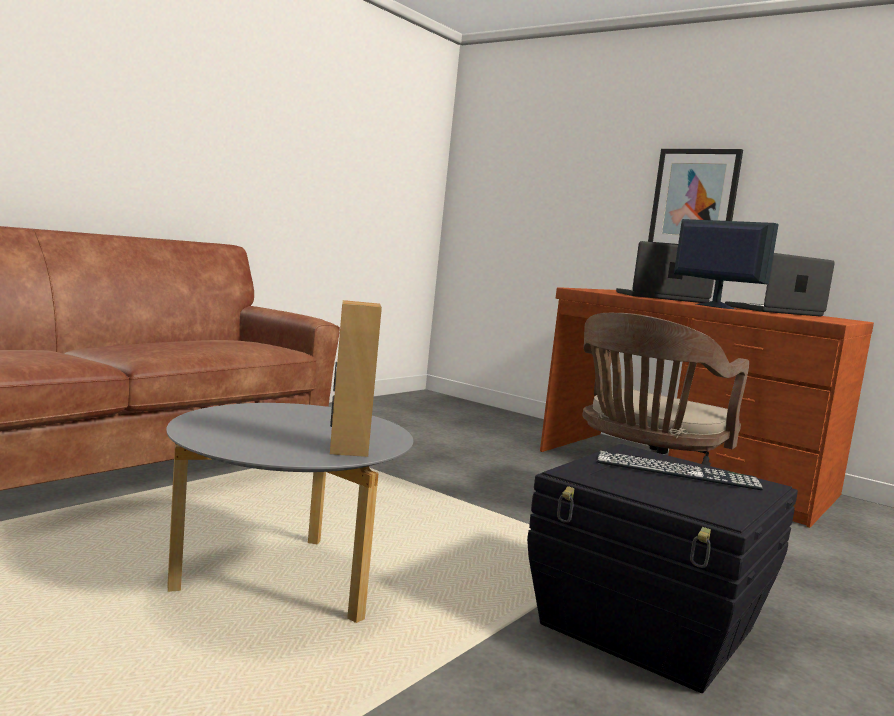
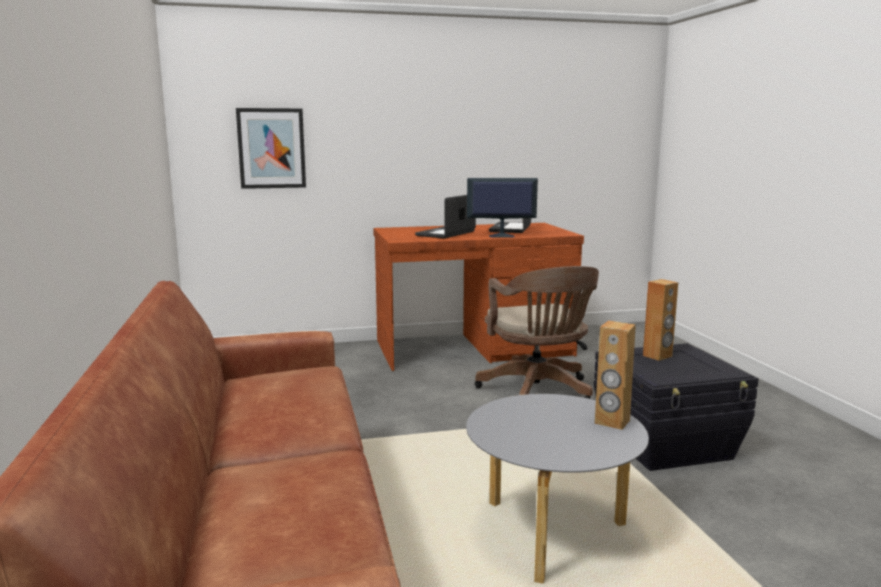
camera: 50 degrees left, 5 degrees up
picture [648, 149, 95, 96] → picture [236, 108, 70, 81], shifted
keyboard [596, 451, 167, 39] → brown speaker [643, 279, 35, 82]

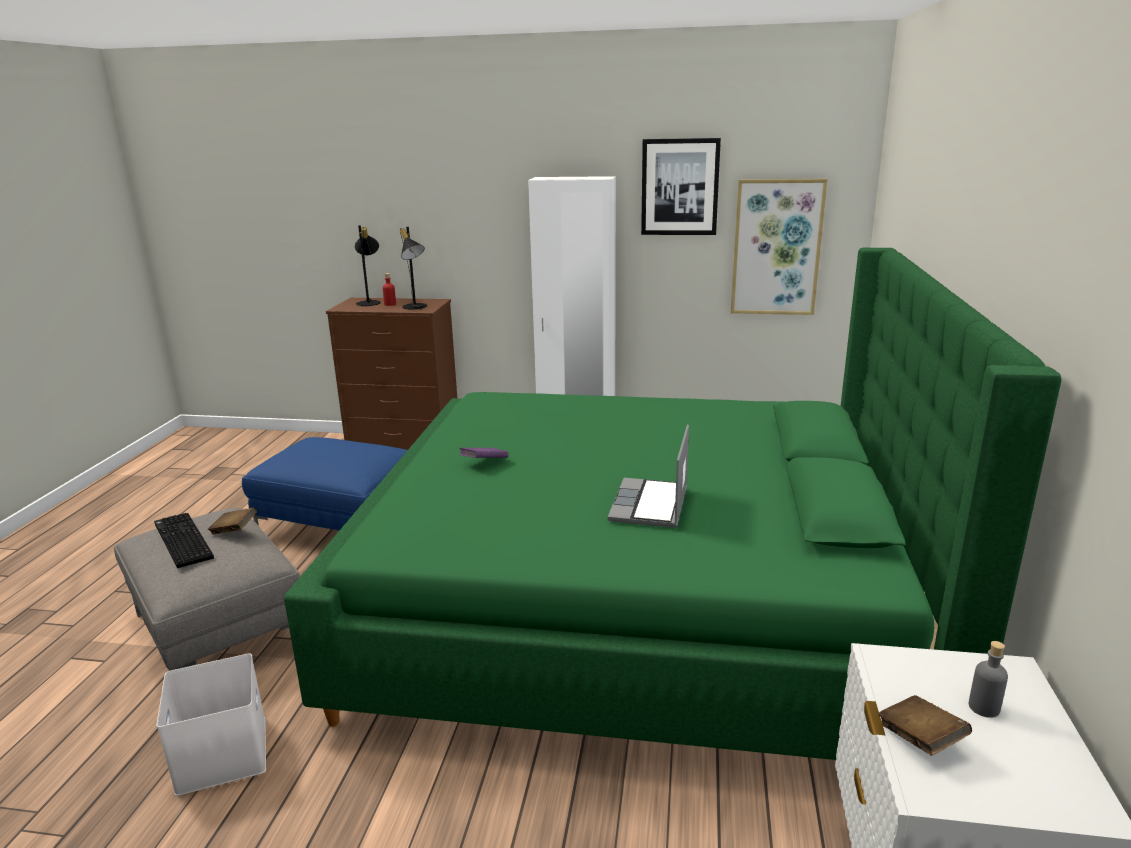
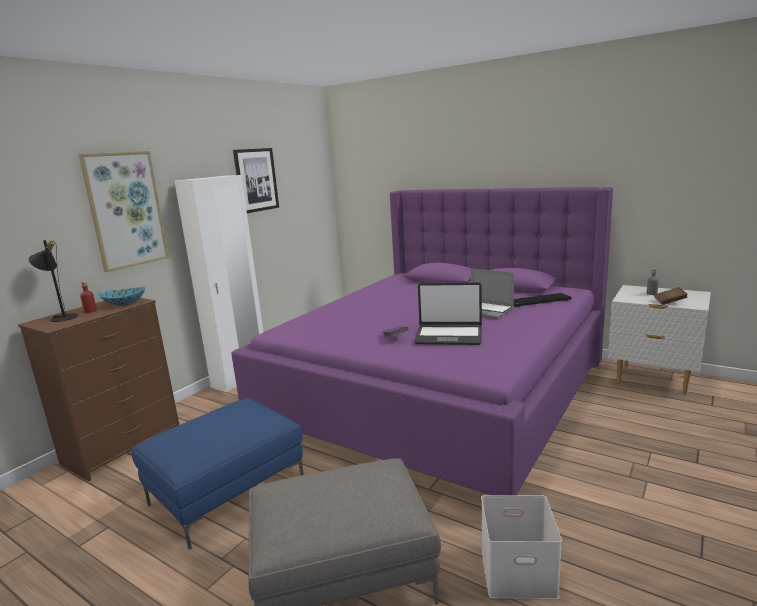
camera: 65 degrees left, 5 degrees down
brown book [208, 508, 49, 27] → -
- → laptop [414, 282, 68, 63]
keyboard [154, 513, 60, 55] → keyboard [514, 293, 58, 14], shifted
picture [731, 179, 97, 136] → picture [79, 151, 90, 121], shifted
black table lamp [400, 227, 27, 83] → bowl [98, 286, 48, 20]
green bed [284, 248, 778, 512] → purple bed [231, 187, 382, 308]

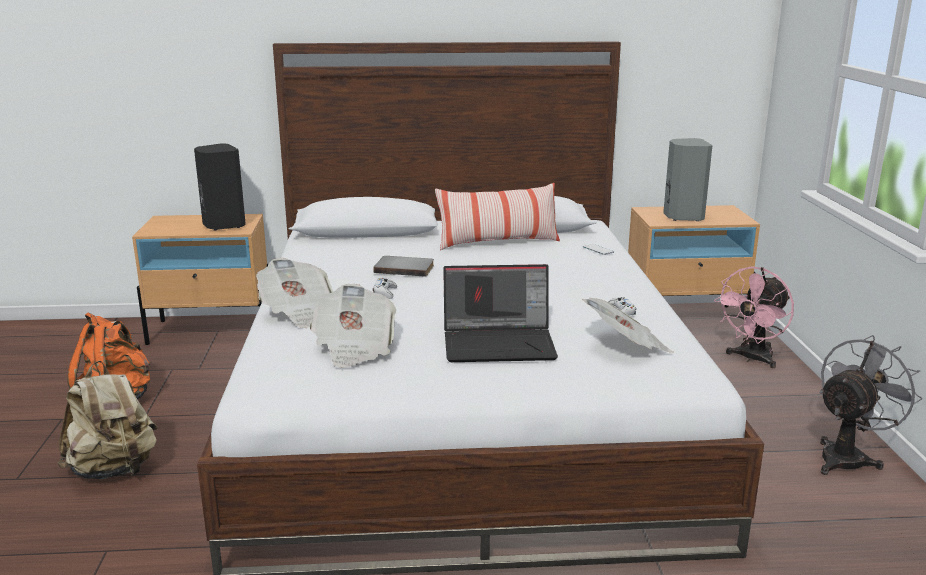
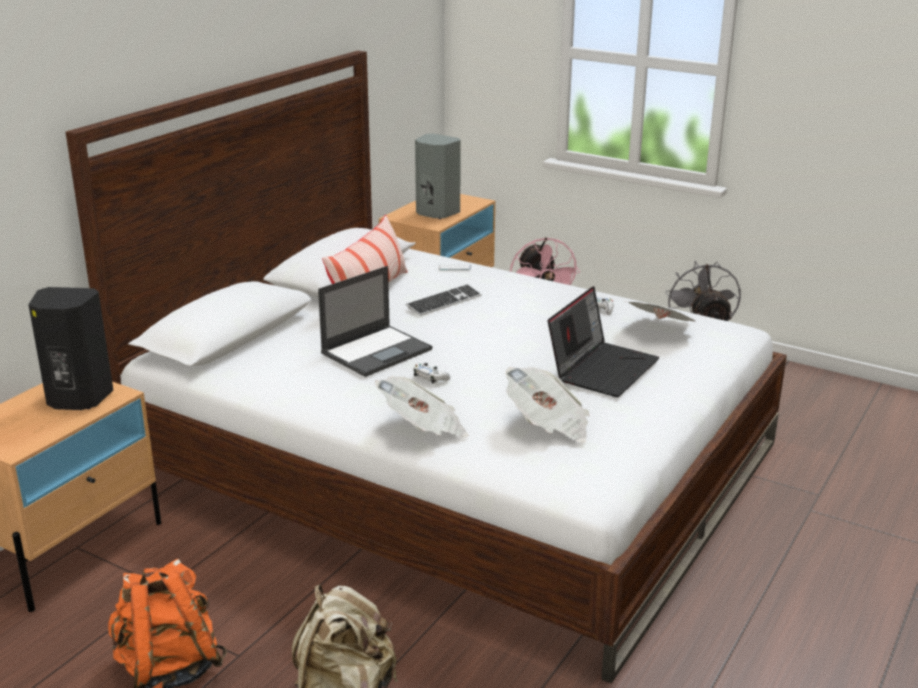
camera: 55 degrees left, 5 degrees up
- → keyboard [406, 284, 76, 32]
grey book [373, 256, 61, 21] → laptop [318, 266, 114, 111]

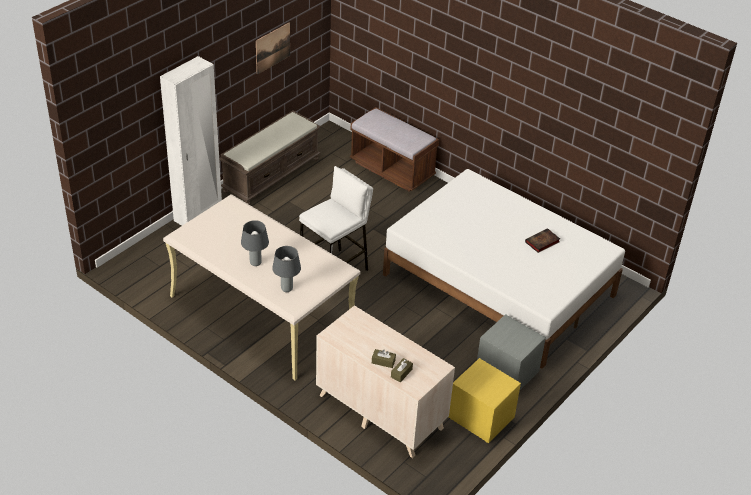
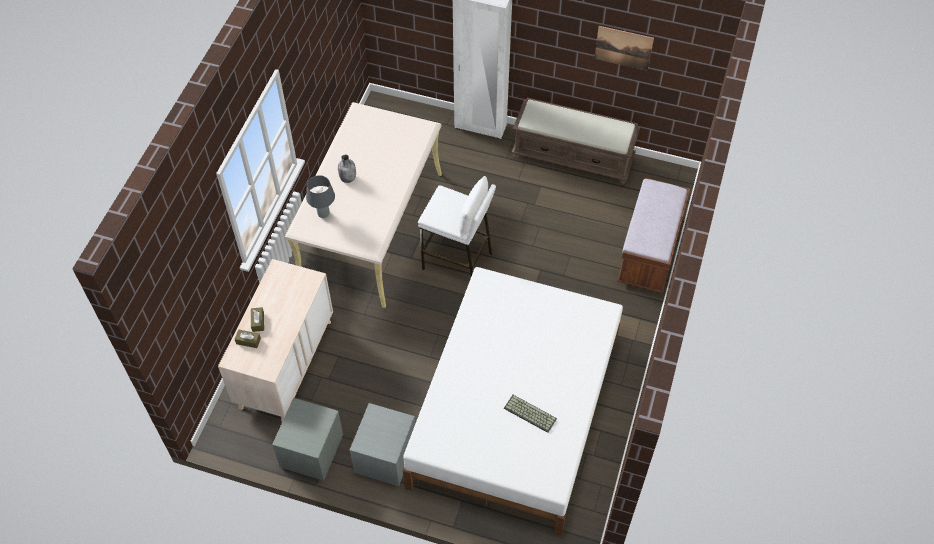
camera: 70 degrees right, 15 degrees up
grey table lamp [241, 220, 28, 46] → grey bottle [338, 155, 18, 28]
book [525, 228, 35, 25] → keyboard [504, 395, 53, 38]
yellow nightstand [449, 358, 72, 85] → grey nightstand [272, 398, 71, 83]

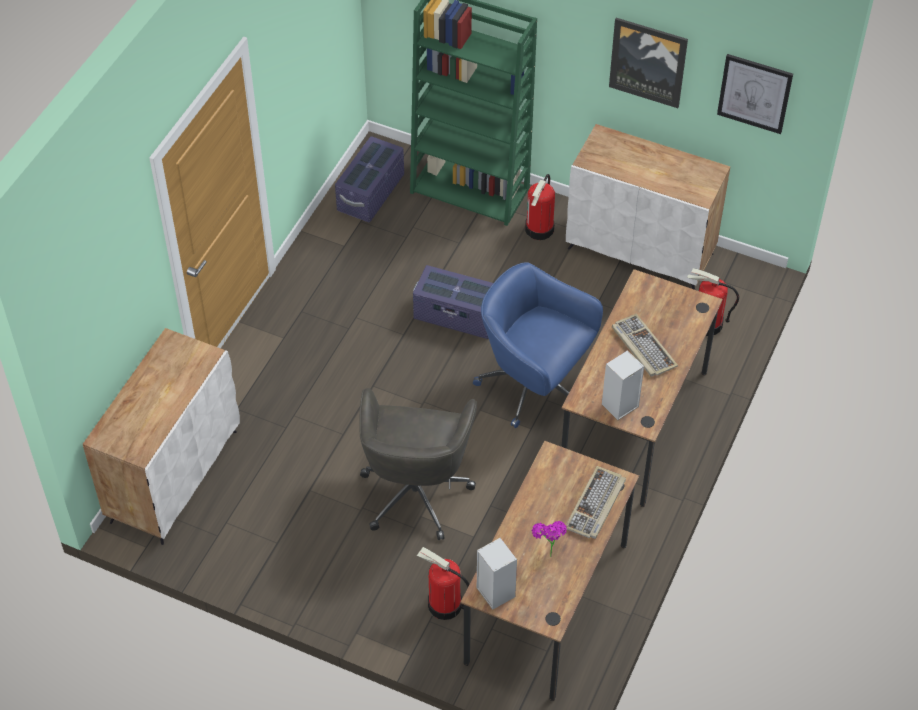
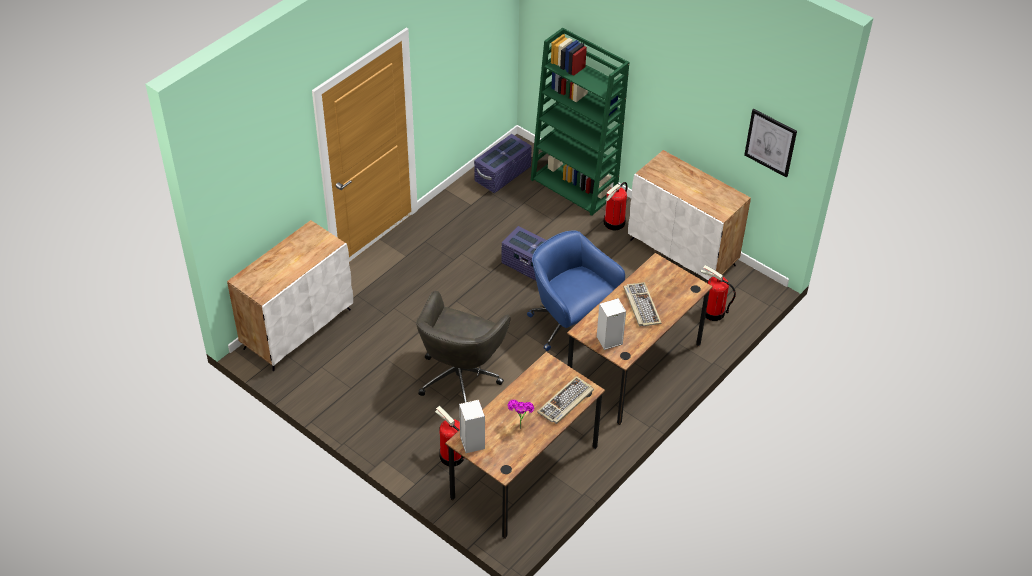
camera: 15 degrees right, 5 degrees down
picture [609, 18, 79, 90] → -

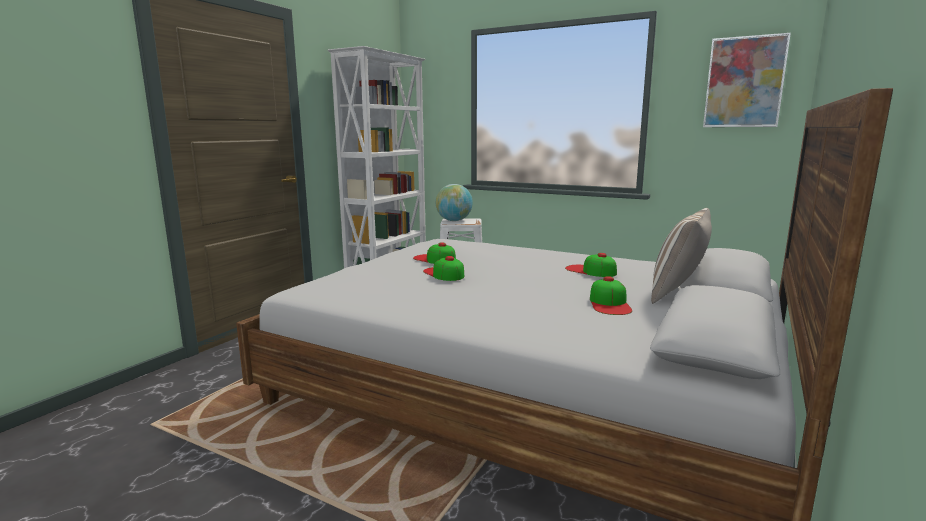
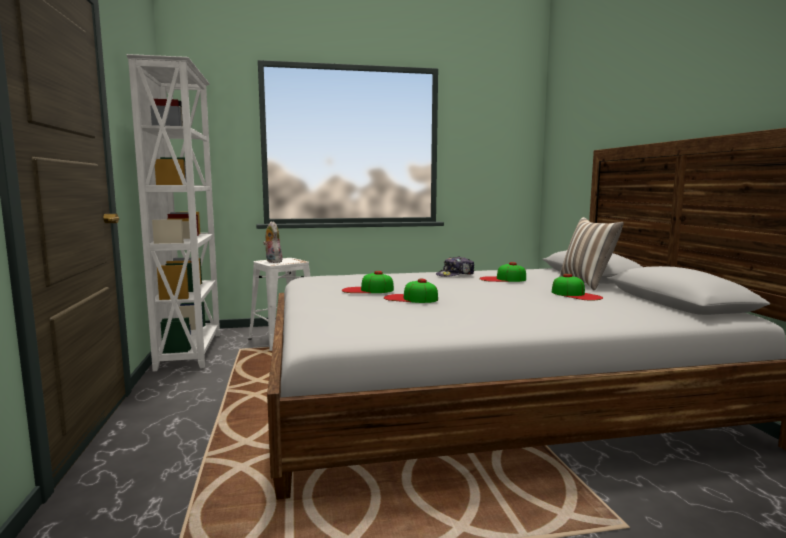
camera: 40 degrees left, 5 degrees down
picture [703, 33, 88, 94] → -
- → cap [436, 256, 38, 21]
globe [436, 184, 37, 37] → plush toy [263, 221, 19, 42]

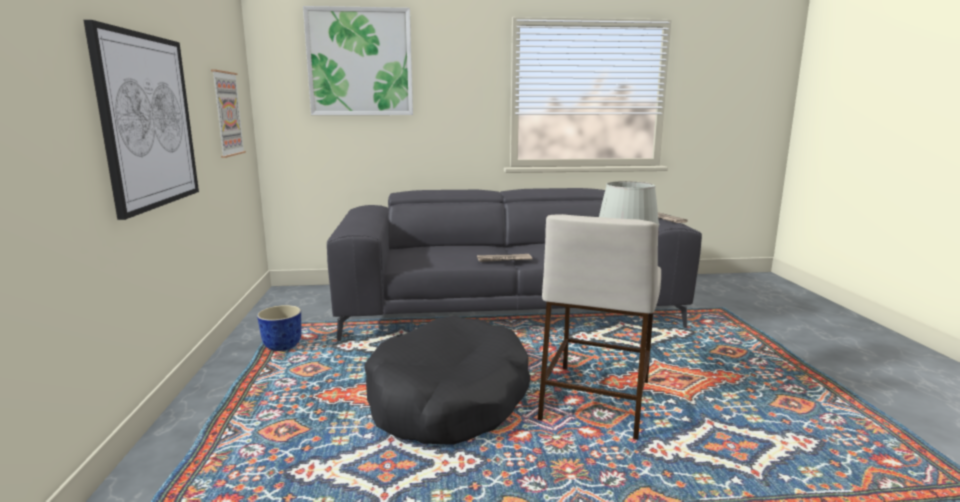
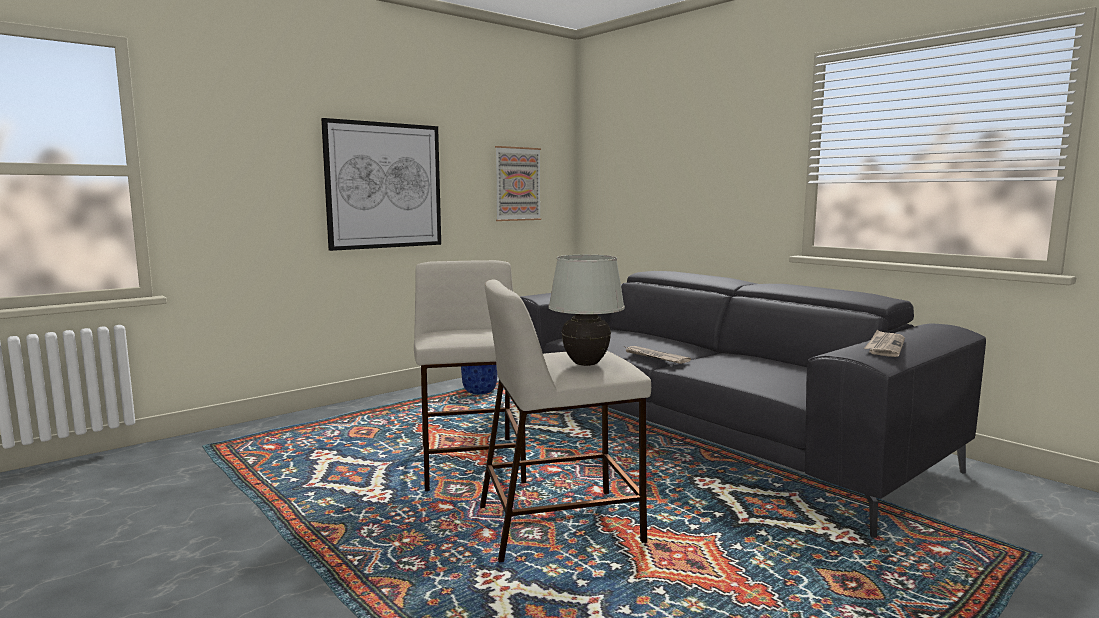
camera: 55 degrees right, 5 degrees down
picture [303, 6, 110, 109] → -
black dog bed [364, 316, 167, 129] → beige stool [414, 260, 112, 231]

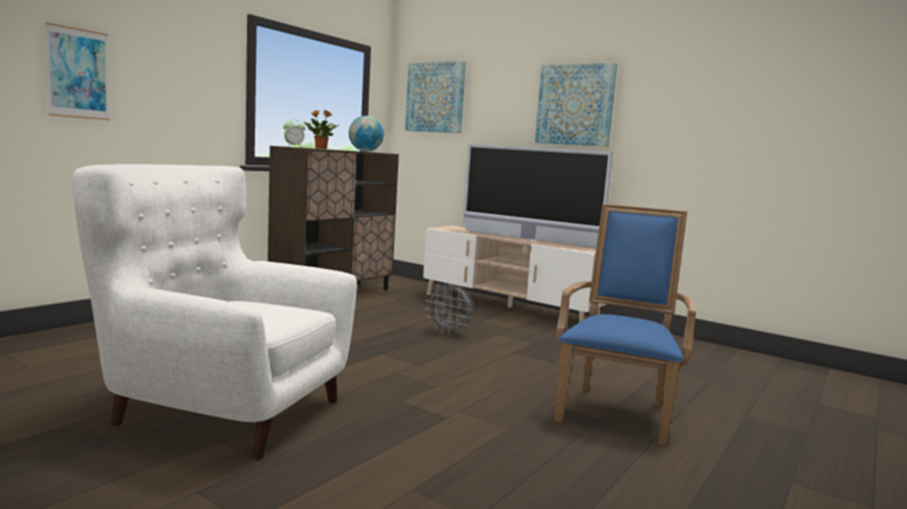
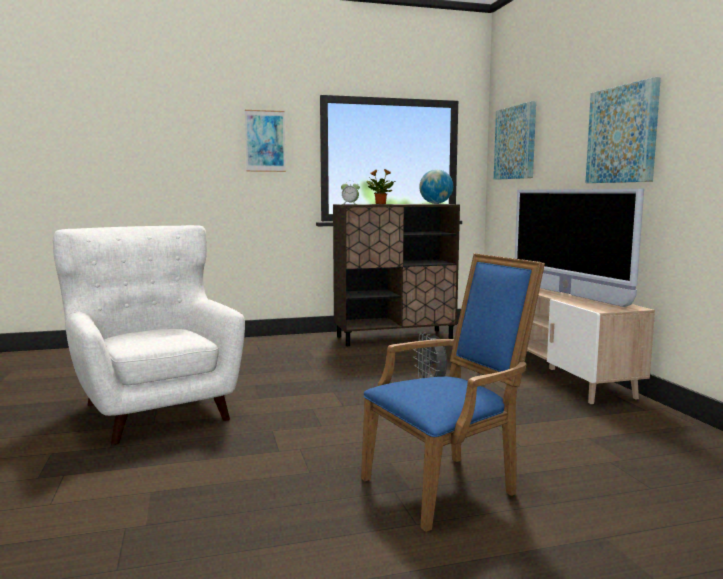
camera: 40 degrees right, 0 degrees up
picture [45, 22, 65, 98] → picture [245, 110, 41, 62], shifted

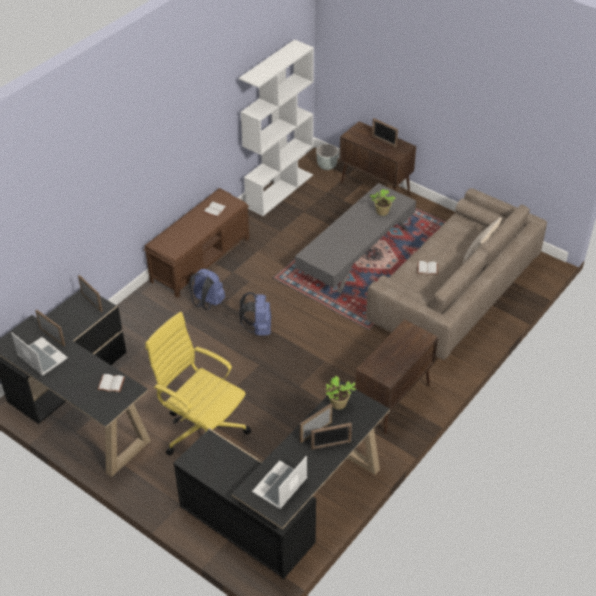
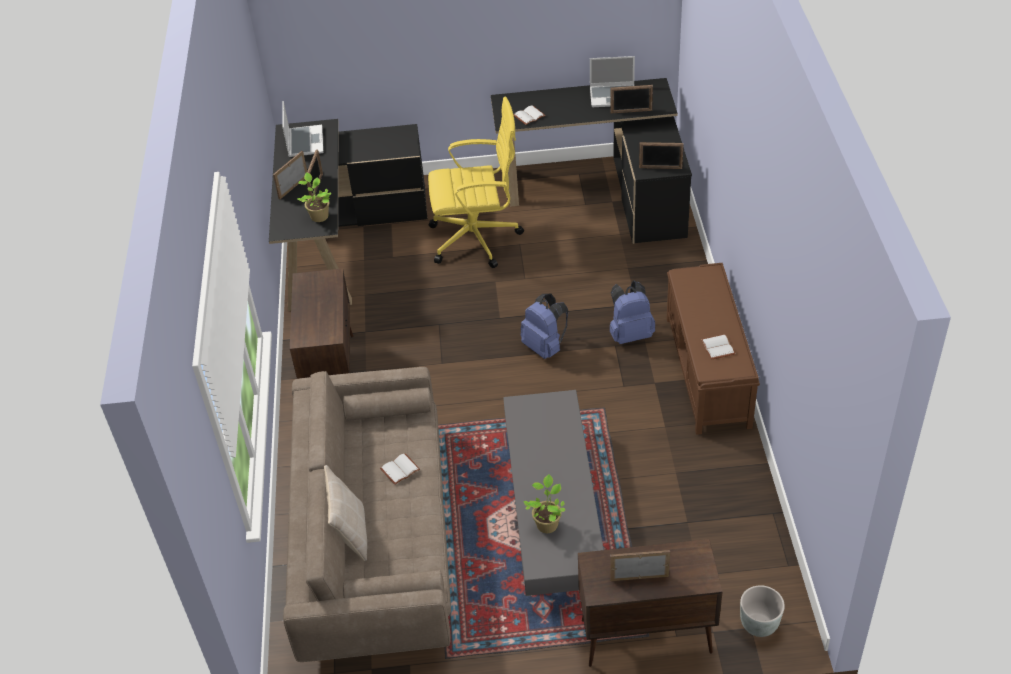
camera: 140 degrees right, 0 degrees up
white bookcase [239, 39, 75, 177] → -

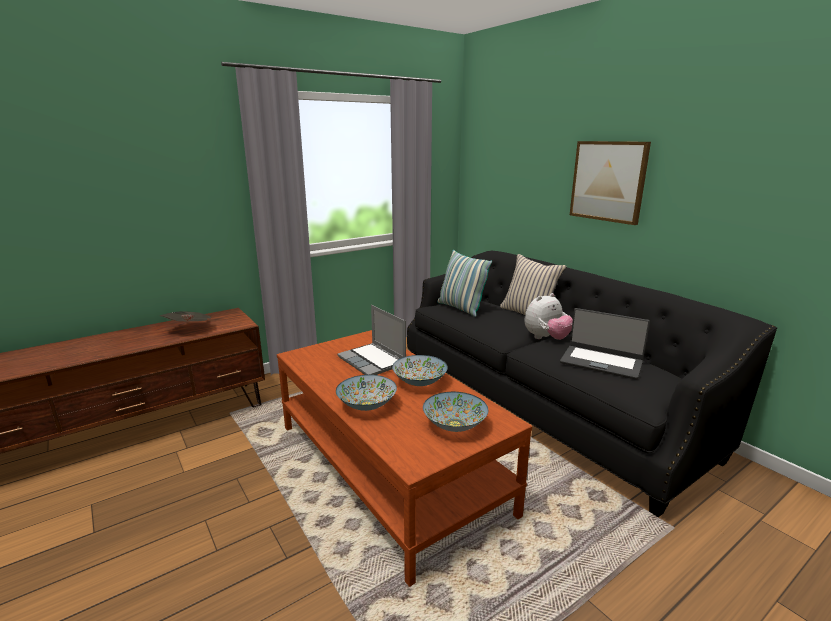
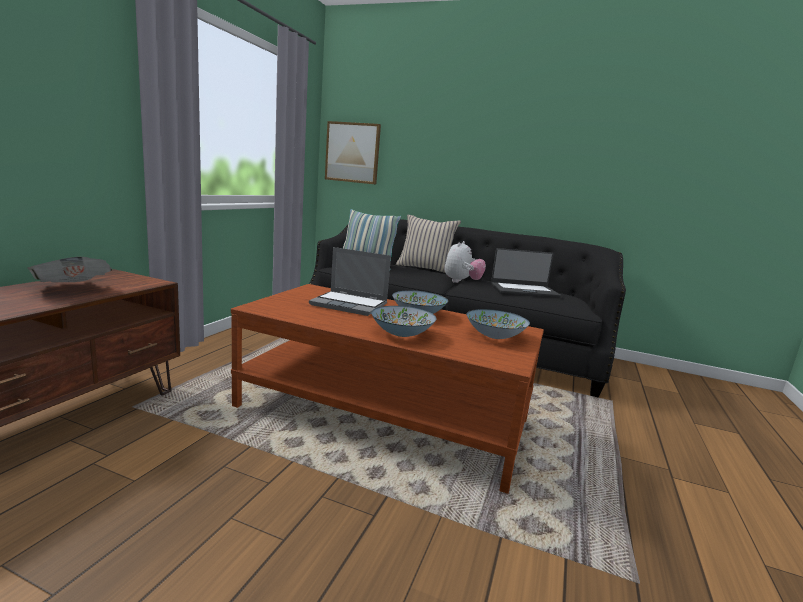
camera: 35 degrees left, 5 degrees down
picture [570, 141, 81, 84] → picture [325, 121, 56, 63], shifted

